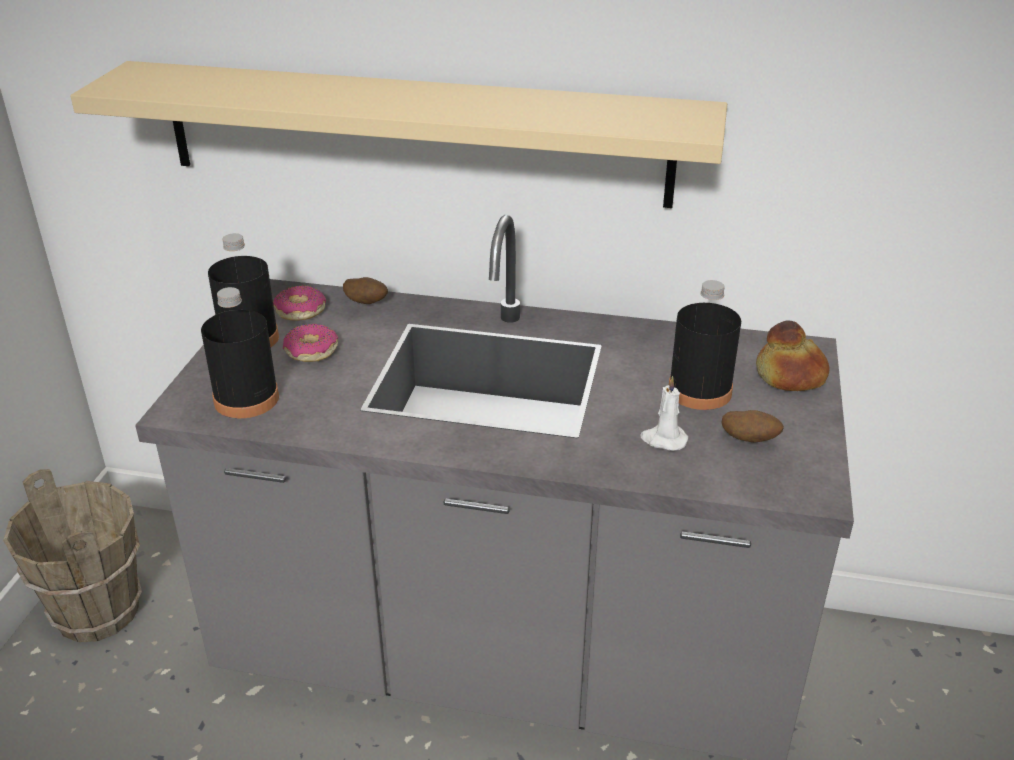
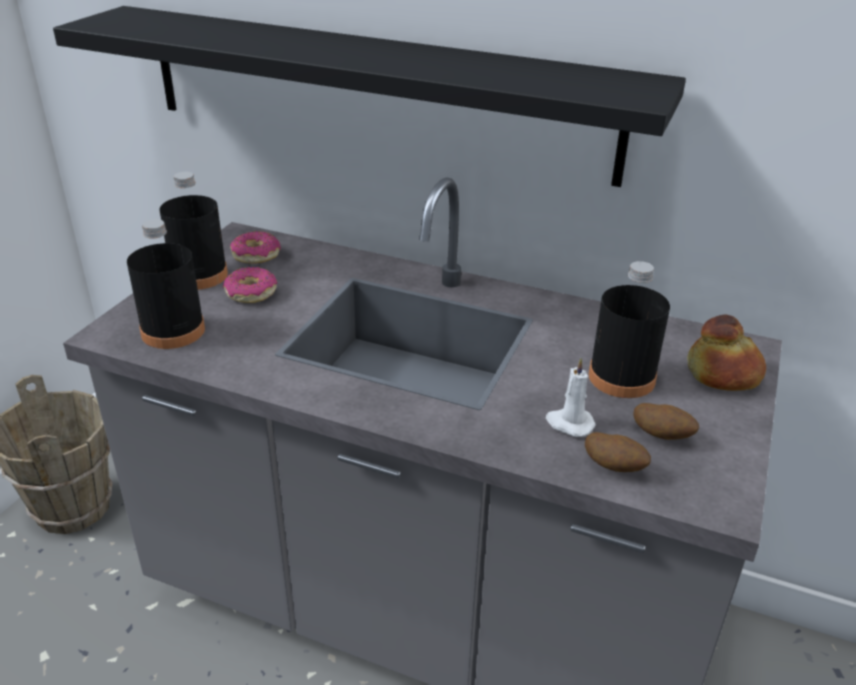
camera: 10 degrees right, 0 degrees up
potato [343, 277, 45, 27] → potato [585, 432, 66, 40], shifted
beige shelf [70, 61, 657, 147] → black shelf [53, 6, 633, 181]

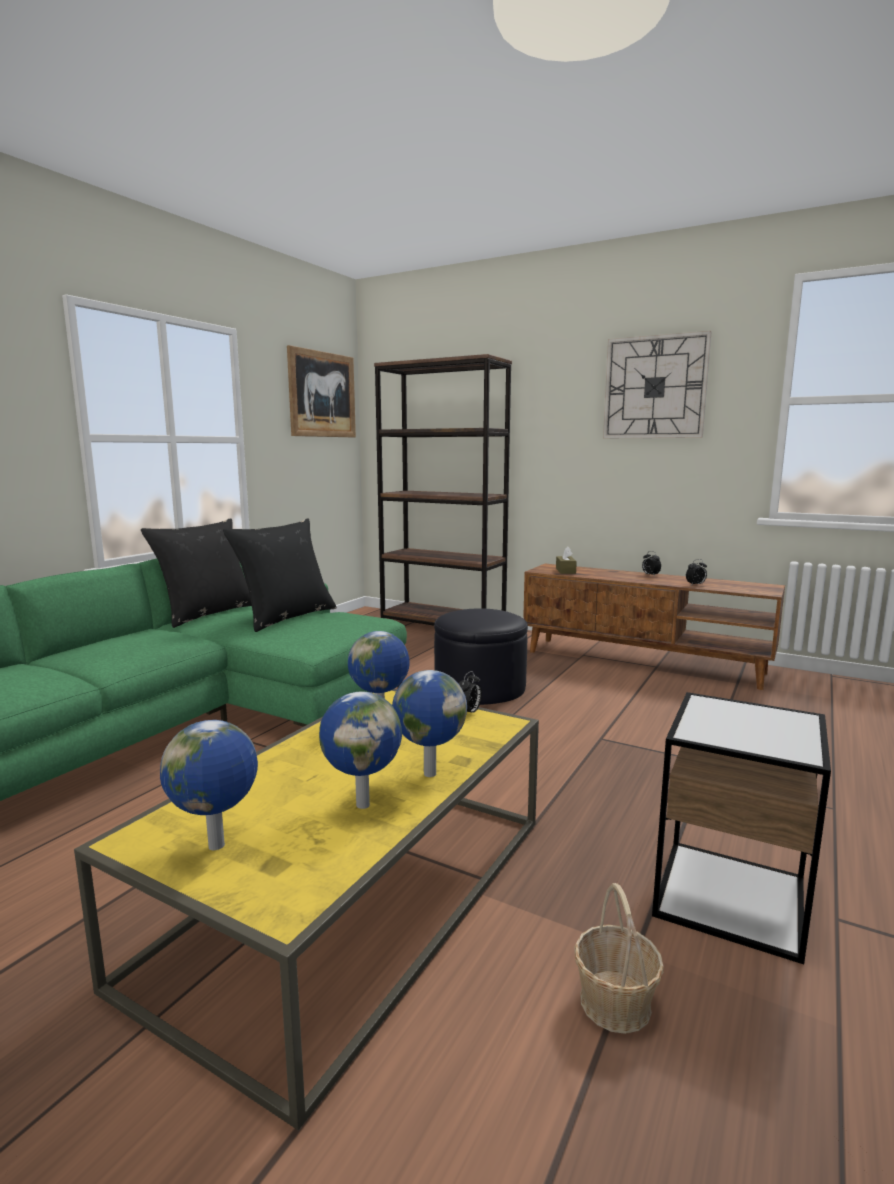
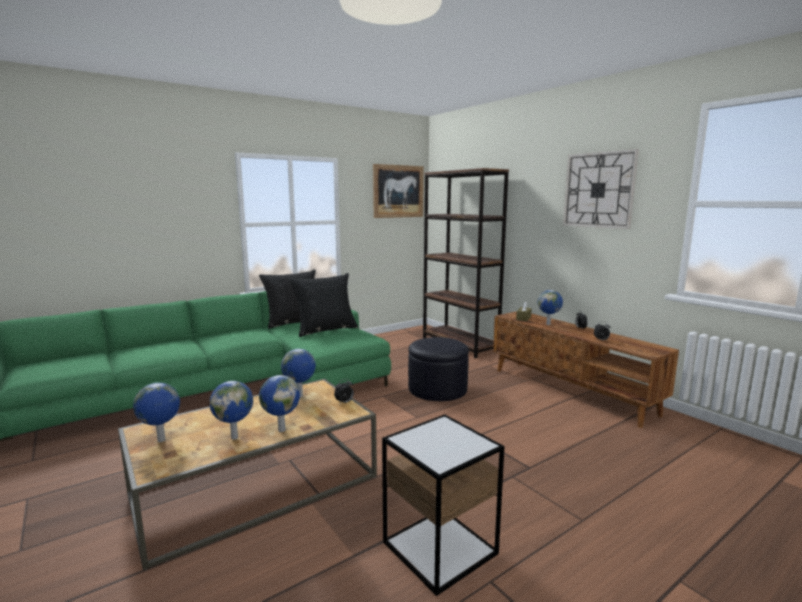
camera: 25 degrees right, 0 degrees up
basket [574, 883, 90, 151] → -
- → globe [538, 290, 25, 35]
yellow coffee table [74, 689, 465, 441] → brown coffee table [118, 379, 259, 191]

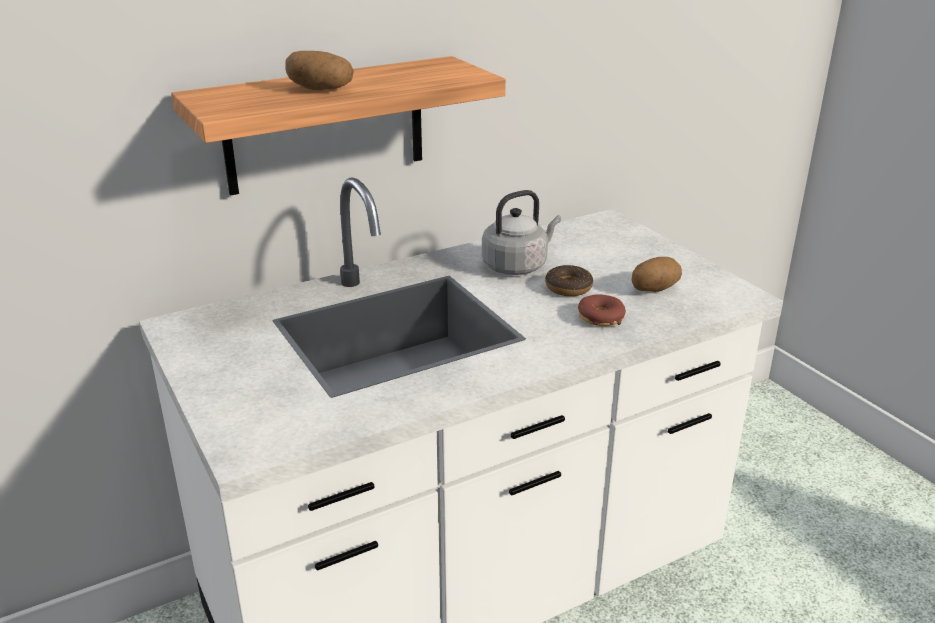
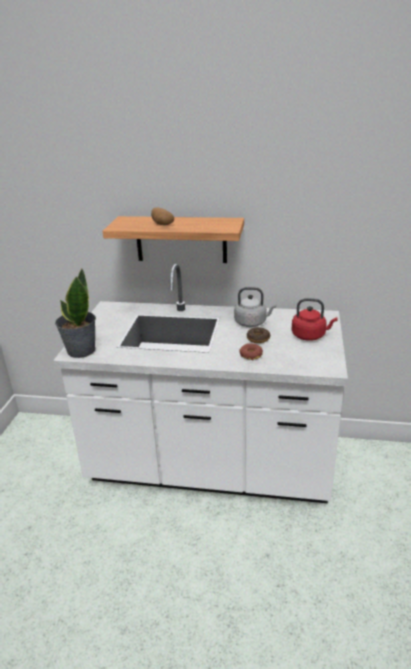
camera: 40 degrees right, 0 degrees up
potato [632, 257, 50, 35] → -
- → potted plant [55, 269, 41, 89]
- → red kettle [292, 298, 45, 43]

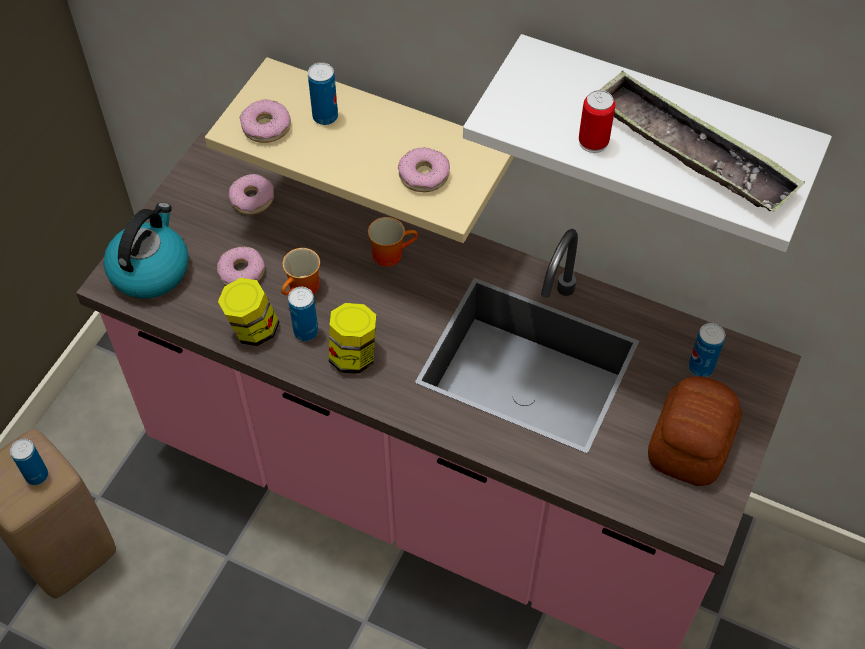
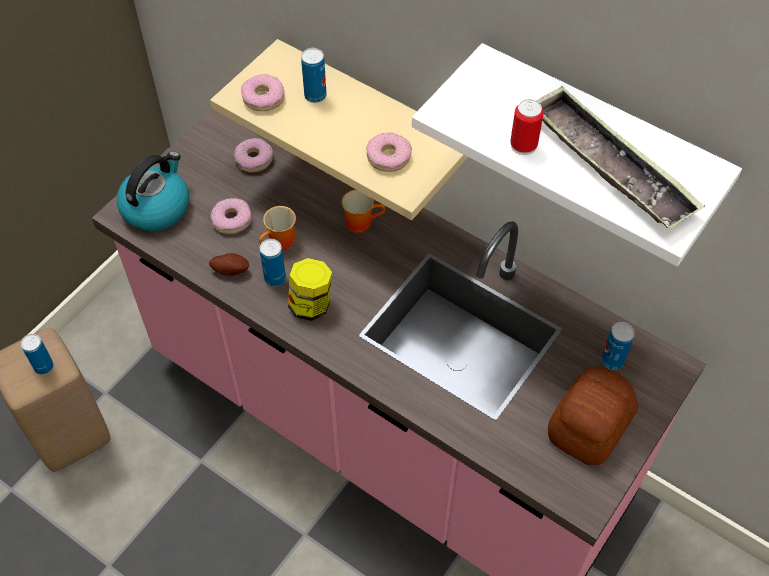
camera: 10 degrees right, 0 degrees up
jar [218, 278, 62, 68] → potato [209, 253, 40, 23]

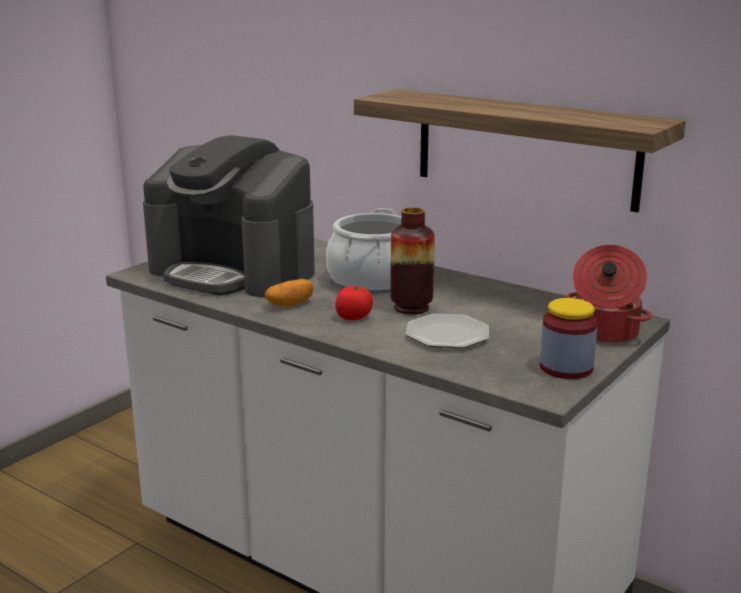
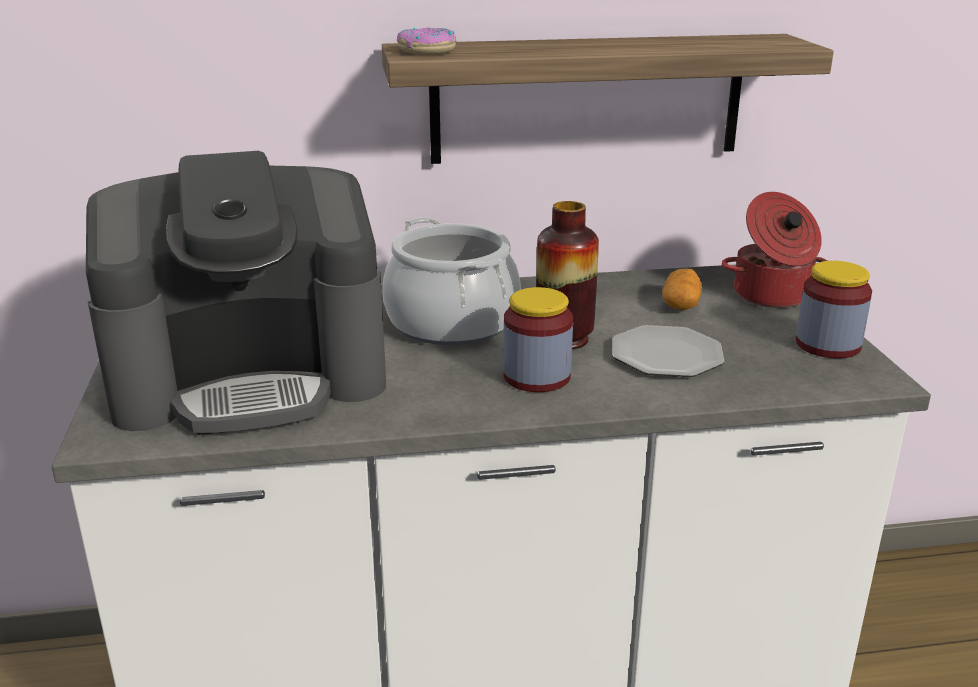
camera: 45 degrees left, 5 degrees up
- → donut [397, 27, 59, 28]
potato [265, 279, 49, 28] → potato [662, 268, 40, 42], shifted
tomato [335, 286, 38, 34] → jar [503, 287, 70, 105]

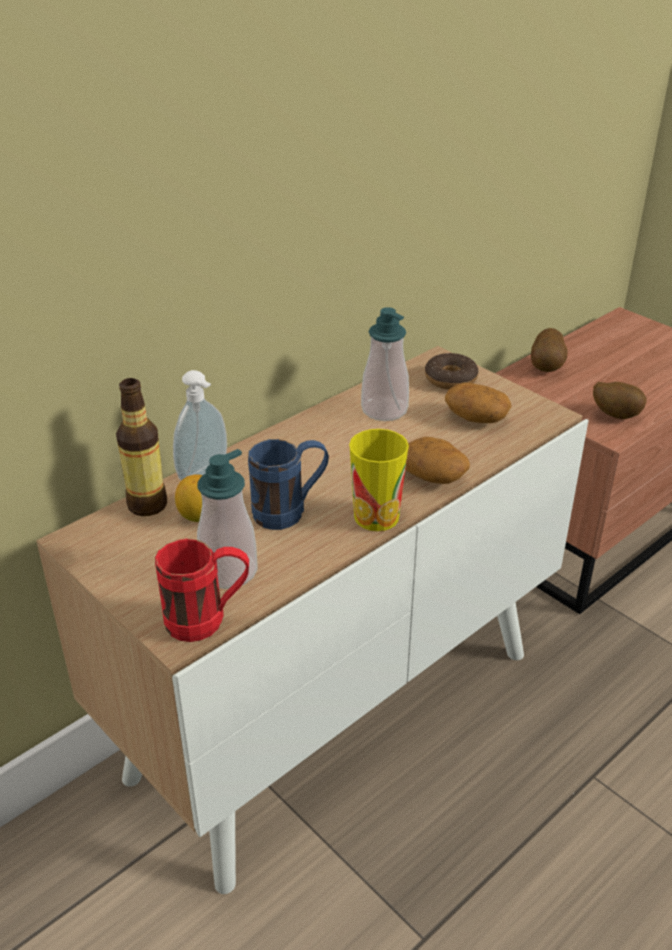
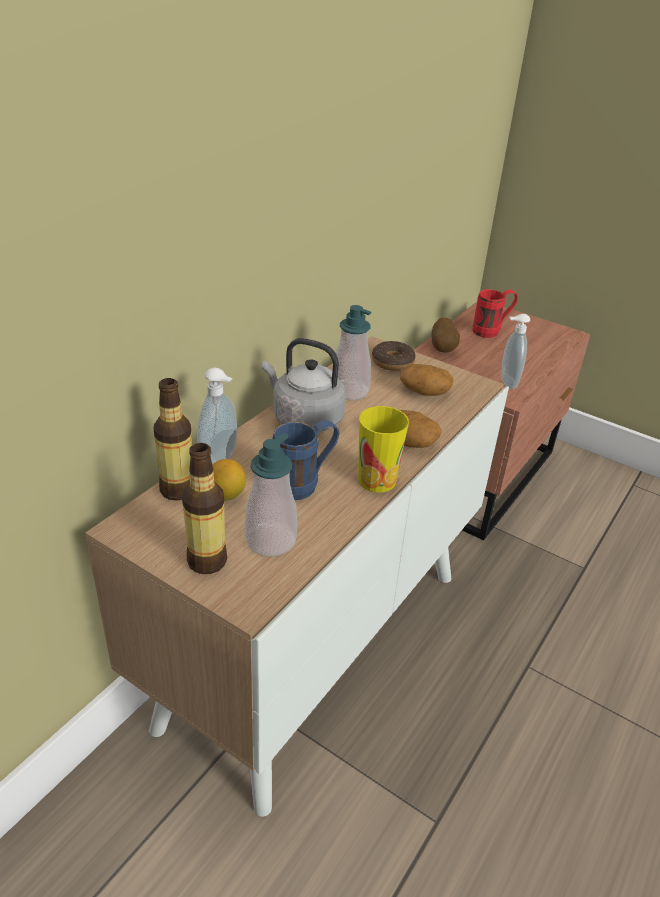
camera: 15 degrees left, 0 degrees up
- → bottle [182, 443, 45, 131]
- → grey kettle [262, 338, 84, 94]
red mug [155, 538, 94, 104] → red mug [472, 289, 46, 49], shifted
potato [593, 382, 54, 37] → soap dispenser [501, 314, 29, 75]

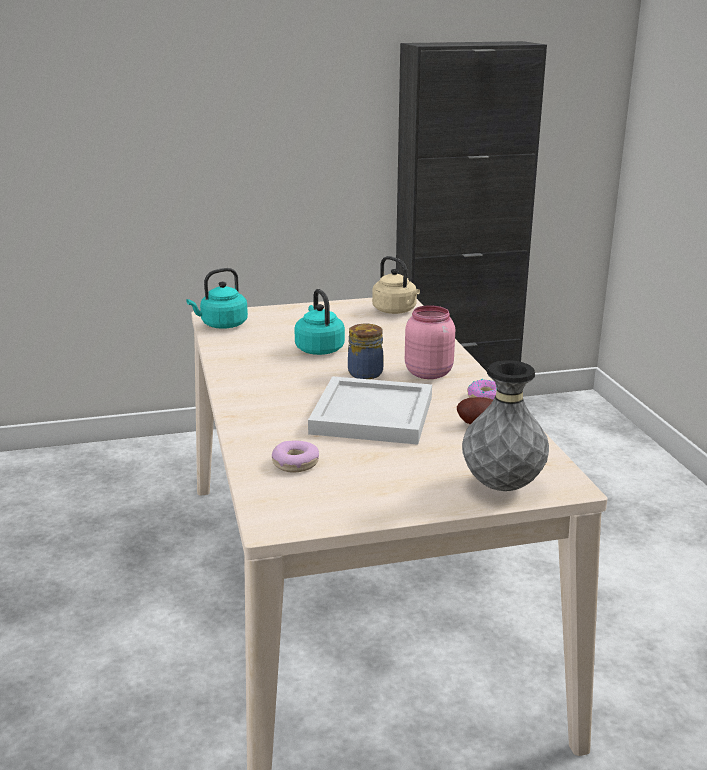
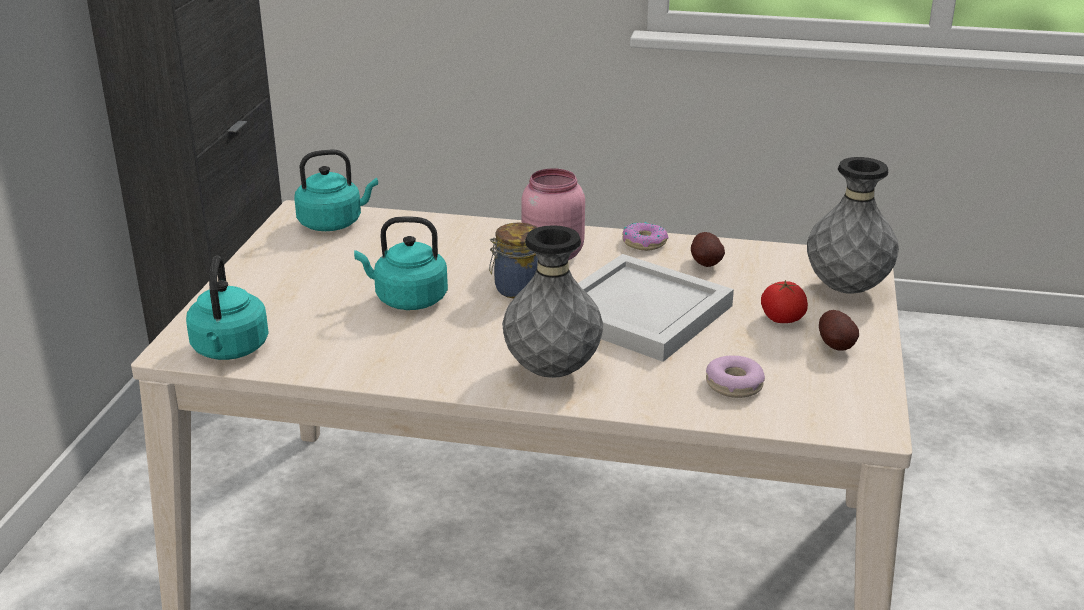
camera: 65 degrees left, 5 degrees up
- → grey vase [502, 225, 101, 153]
- → tomato [761, 280, 47, 43]
- → potato [819, 310, 40, 41]
beige kettle [372, 256, 48, 58] → turquoise kettle [294, 150, 84, 81]

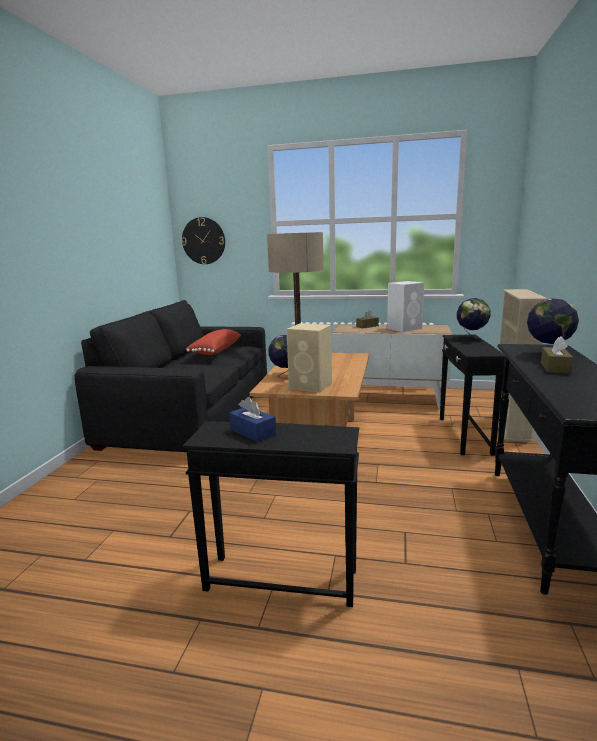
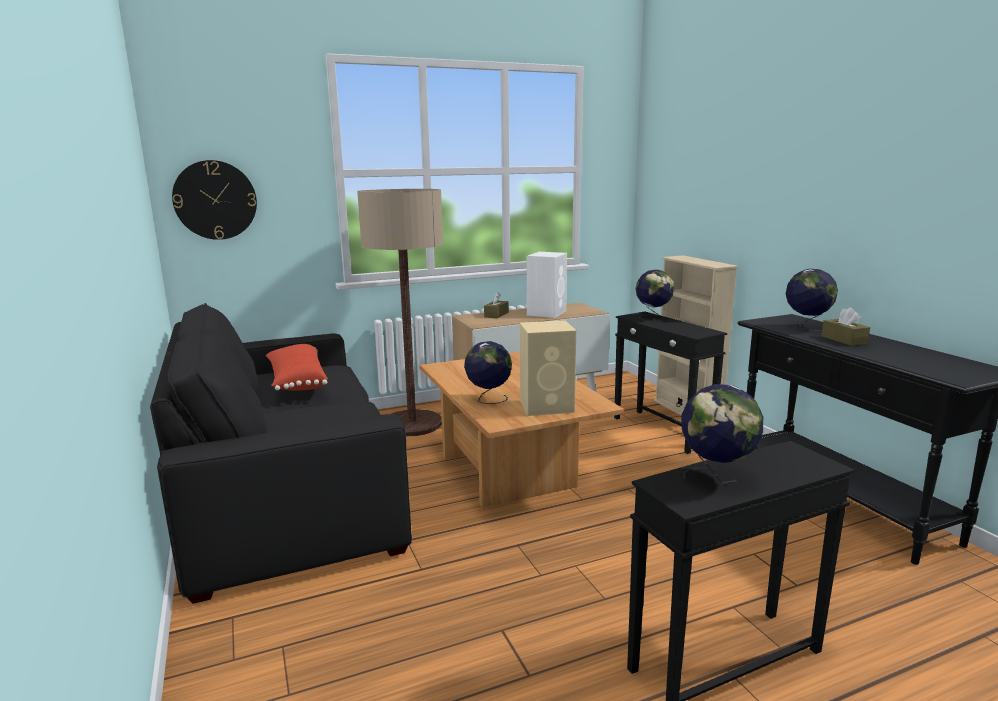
camera: 35 degrees left, 0 degrees up
blue tissue box [229, 397, 47, 45] → globe [682, 384, 81, 99]

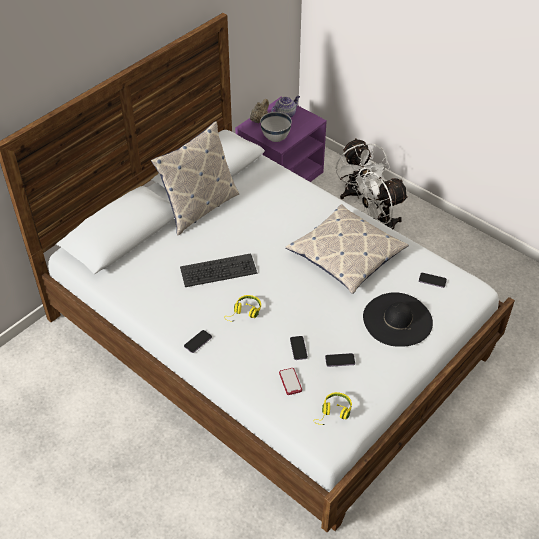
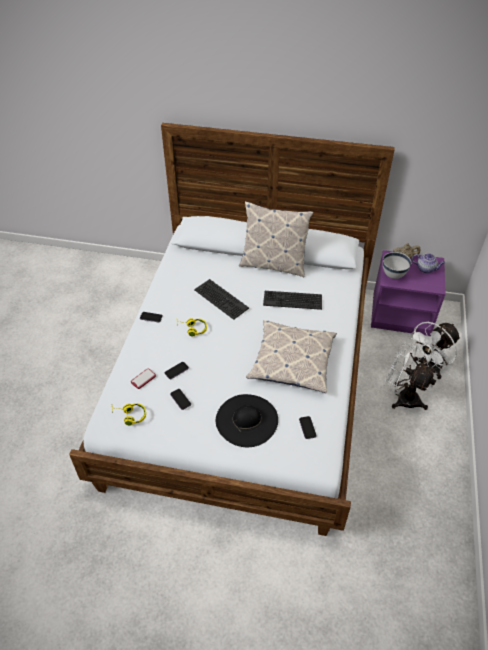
camera: 60 degrees right, 0 degrees up
- → keyboard [263, 291, 59, 19]

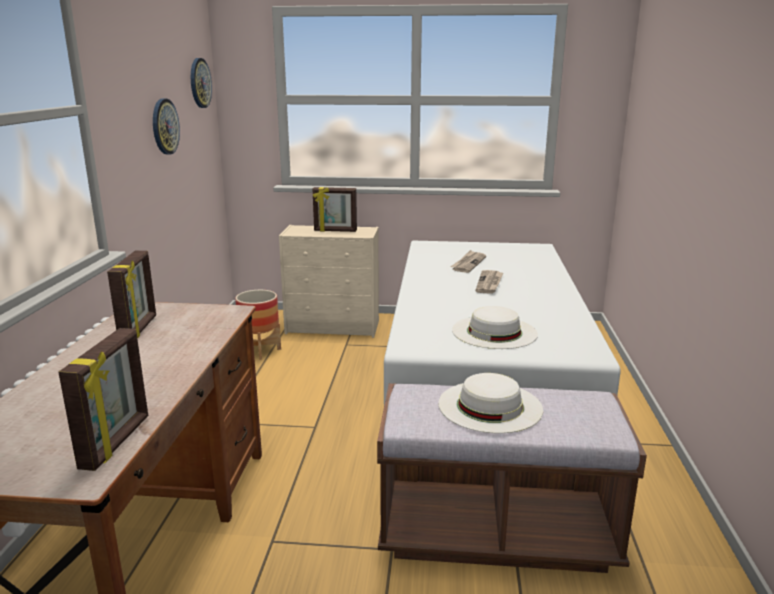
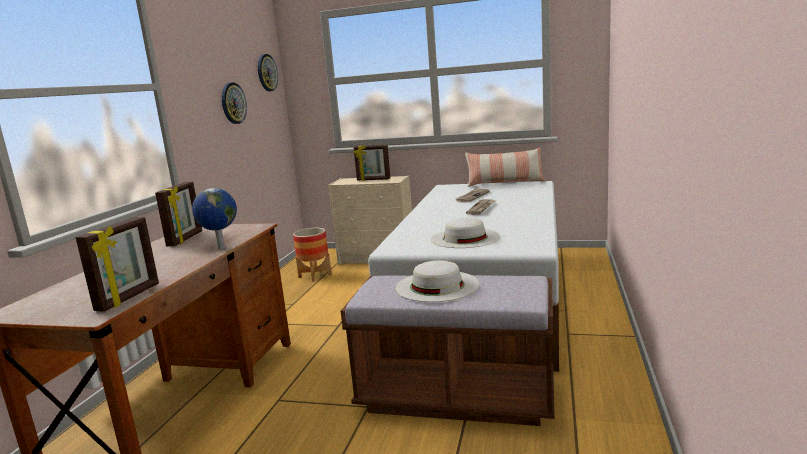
camera: 10 degrees right, 5 degrees down
- → globe [192, 188, 45, 61]
- → pillow [465, 148, 80, 39]

